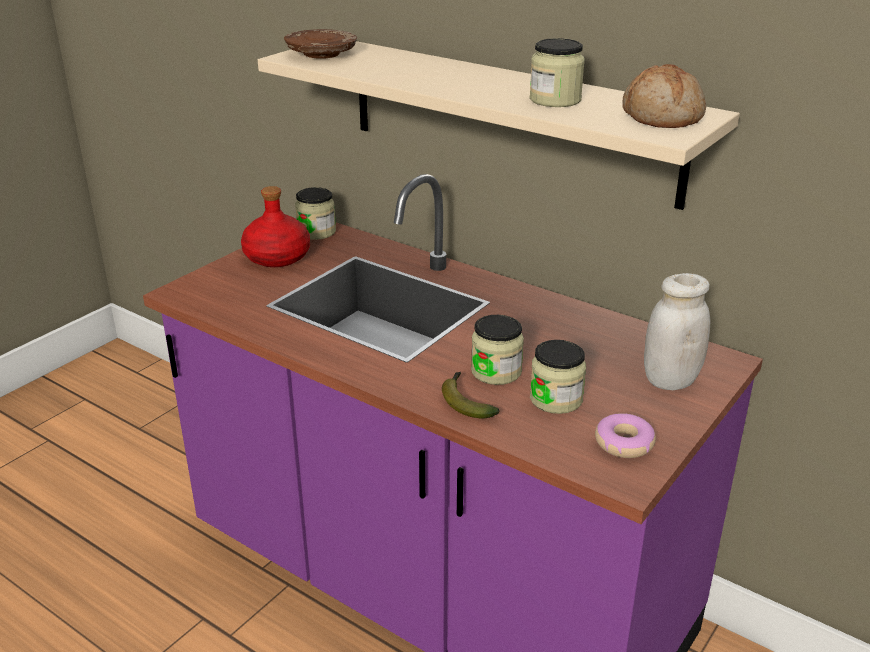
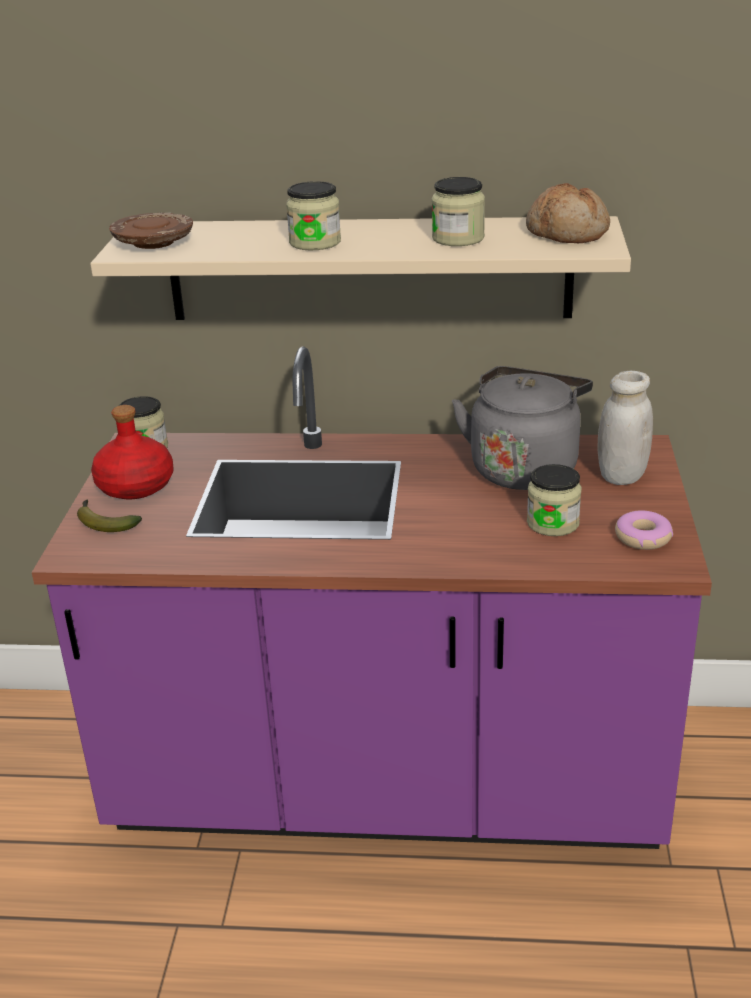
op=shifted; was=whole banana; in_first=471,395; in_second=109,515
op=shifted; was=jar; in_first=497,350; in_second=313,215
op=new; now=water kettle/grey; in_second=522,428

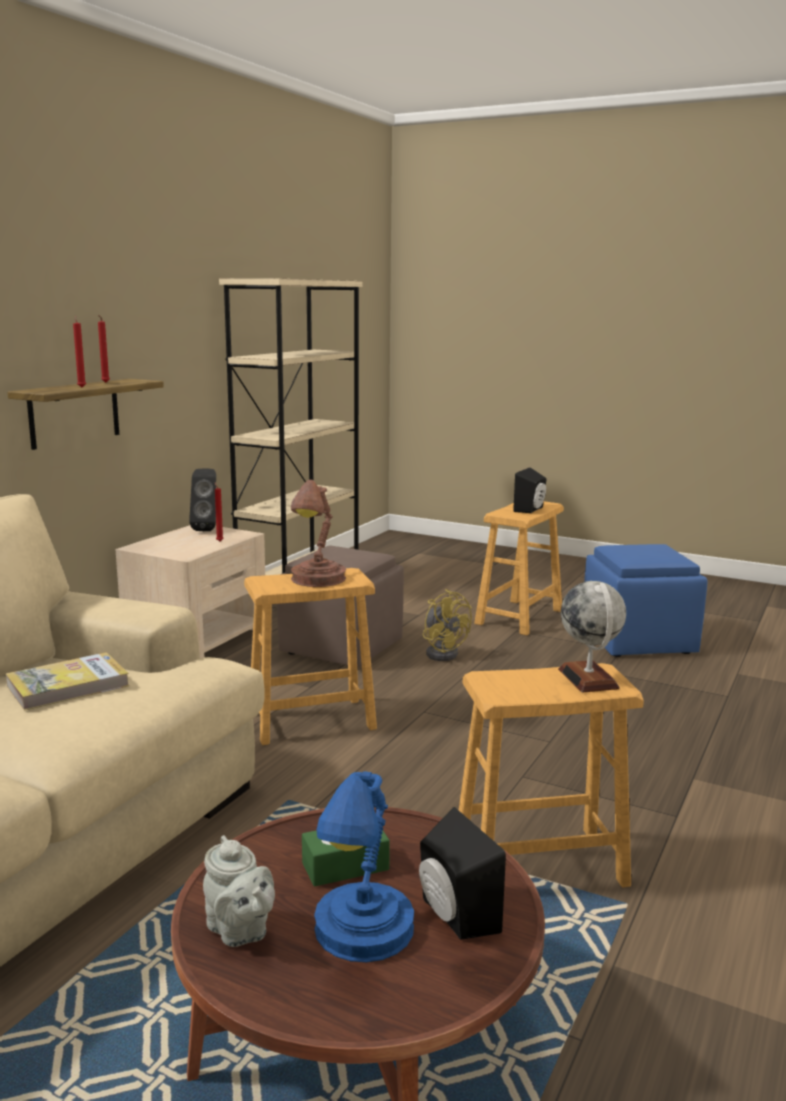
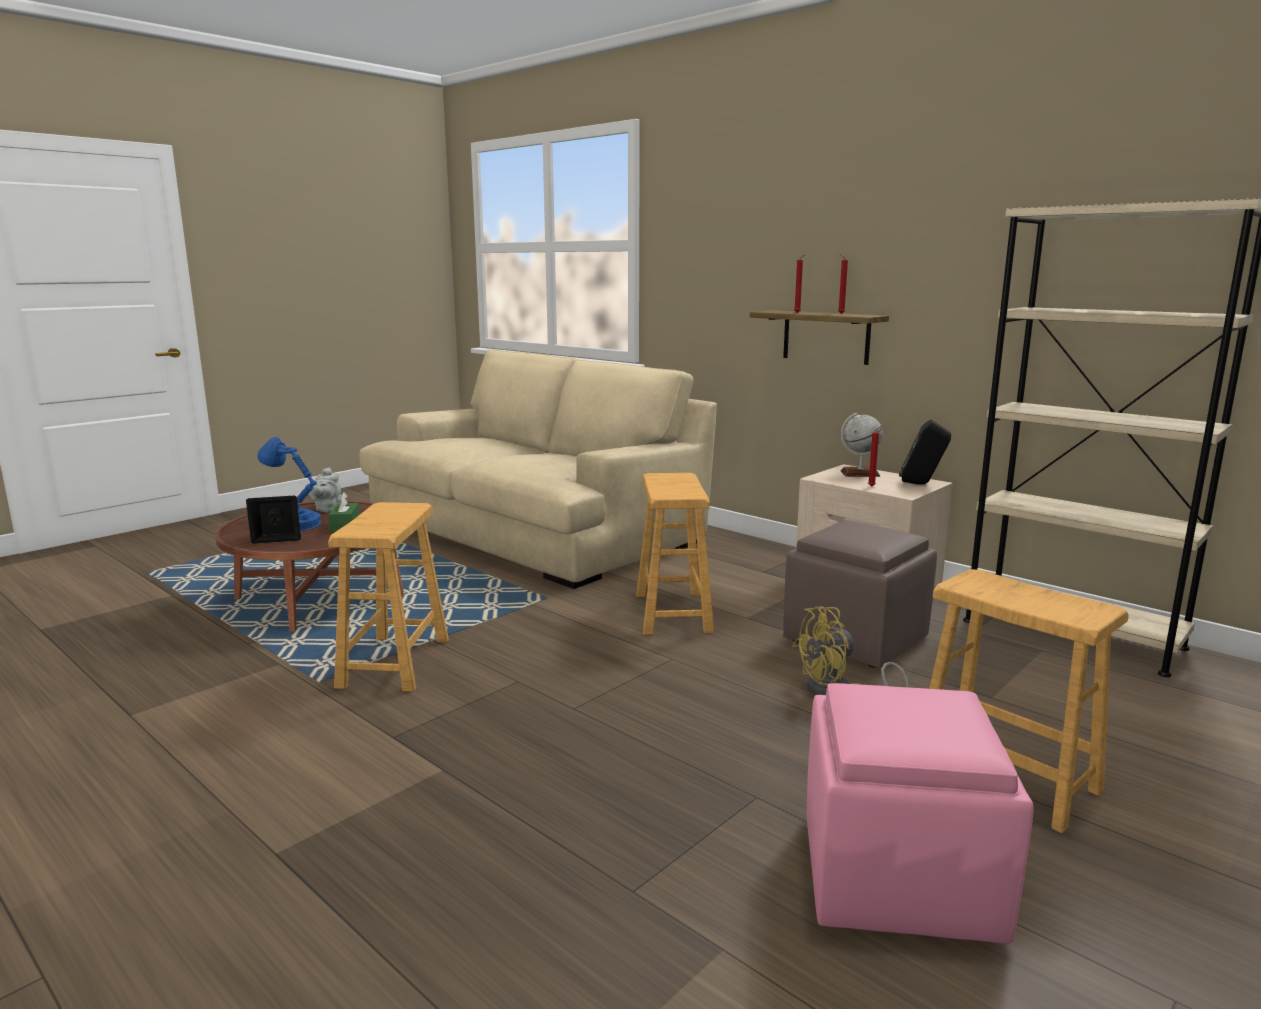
op=gone; was=volume; in_first=67,681
op=rotated; was=pot for tea/grey; in_first=239,891; in_second=325,489; clockwise=-60
op=gone; was=table lamp/brownish; in_first=318,533
op=gone; was=audio speaker/blackish; in_first=530,490
op=shifted; was=globe; in_first=592,637; in_second=862,445
op=repainted; was=pouffe/blue; now=pouffe/pink; in_first=646,600; in_second=920,813

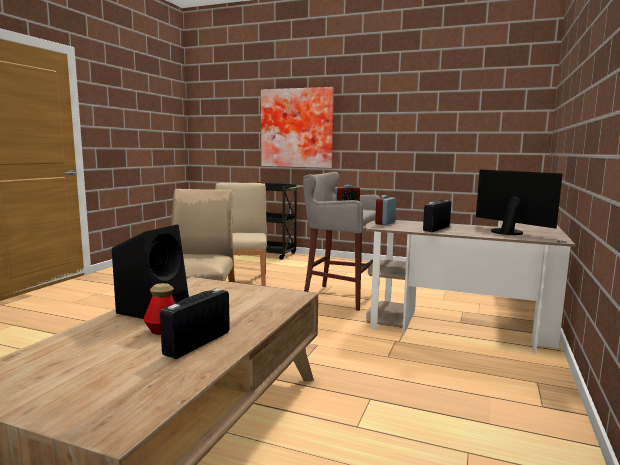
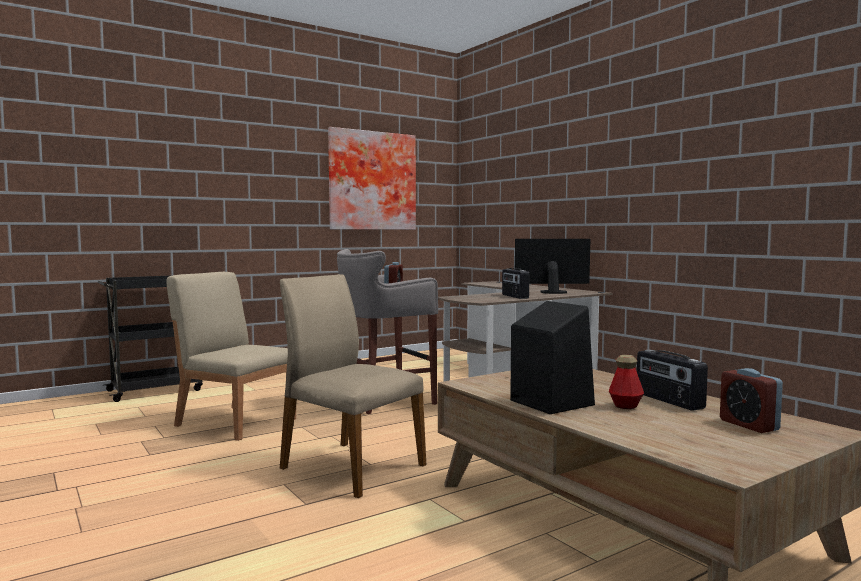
op=shifted; was=wall picture; in_first=297,127; in_second=372,178
op=shifted; was=table clock; in_first=385,210; in_second=751,400

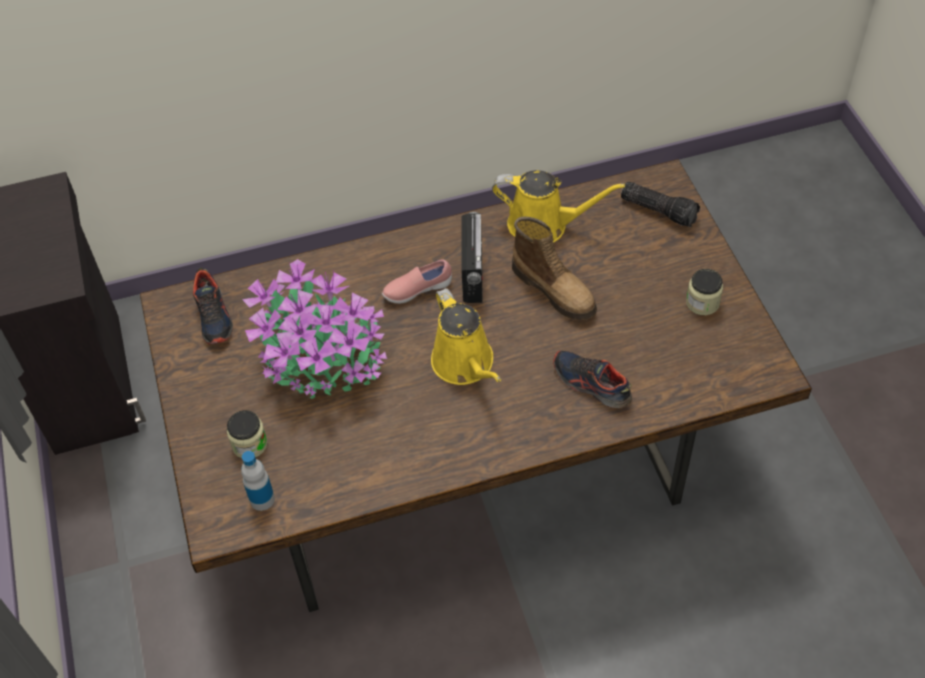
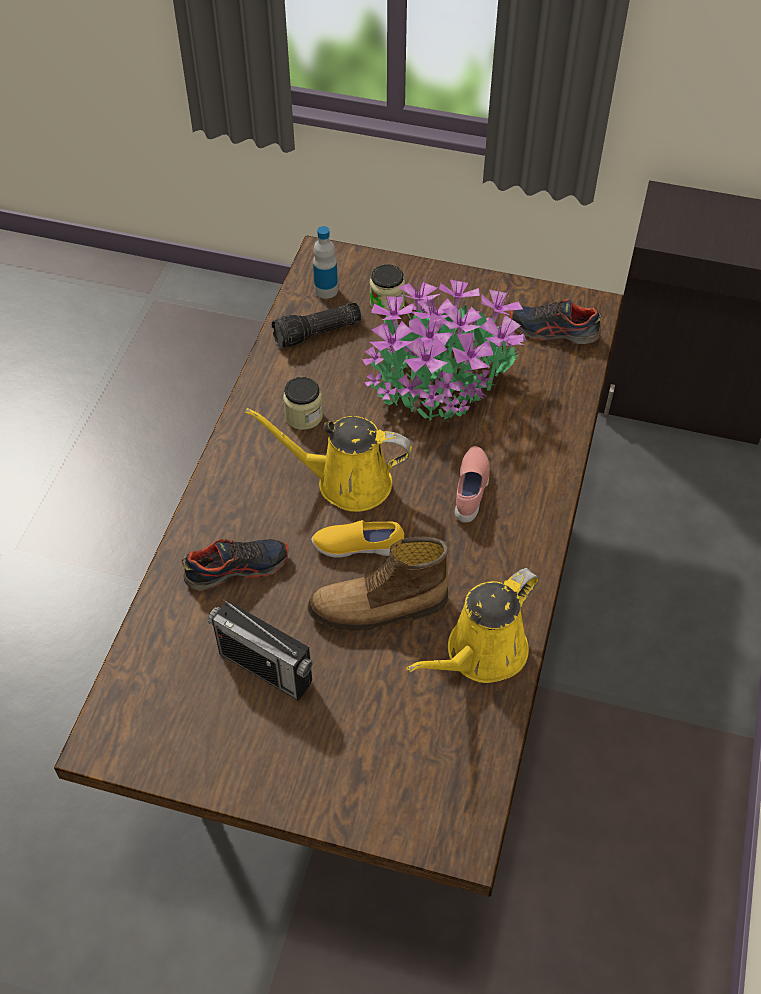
op=shifted; was=radio receiver; in_first=472,257; in_second=260,650
op=shifted; was=torch; in_first=660,204; in_second=316,325
op=shifted; was=jar; in_first=704,292; in_second=303,403
op=new; now=low shoe/yellowish; in_second=357,539

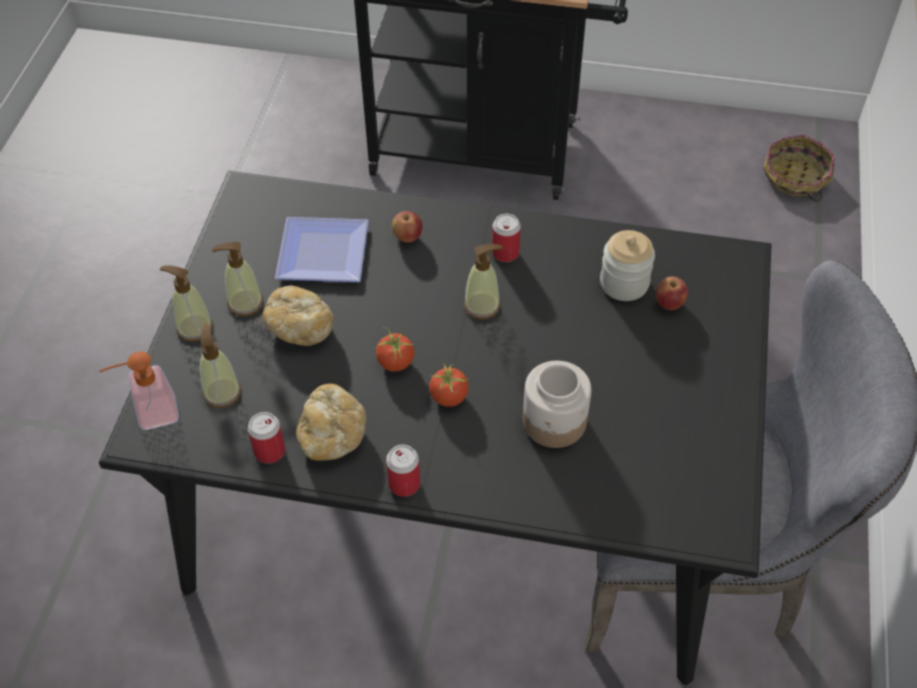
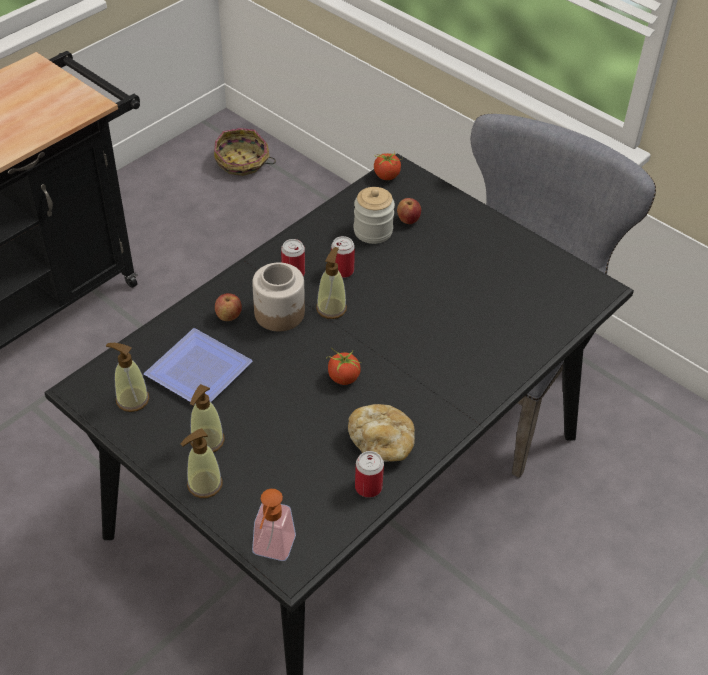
op=shifted; was=liquid soap bottle; in_first=220,365; in_second=127,377
op=gone; was=baked bread; in_first=298,315
op=shifted; was=sealed can; in_first=403,471; in_second=343,257
op=shifted; was=fresh tomato; in_first=449,384; in_second=388,165
op=shifted; was=jar; in_first=557,404; in_second=278,297

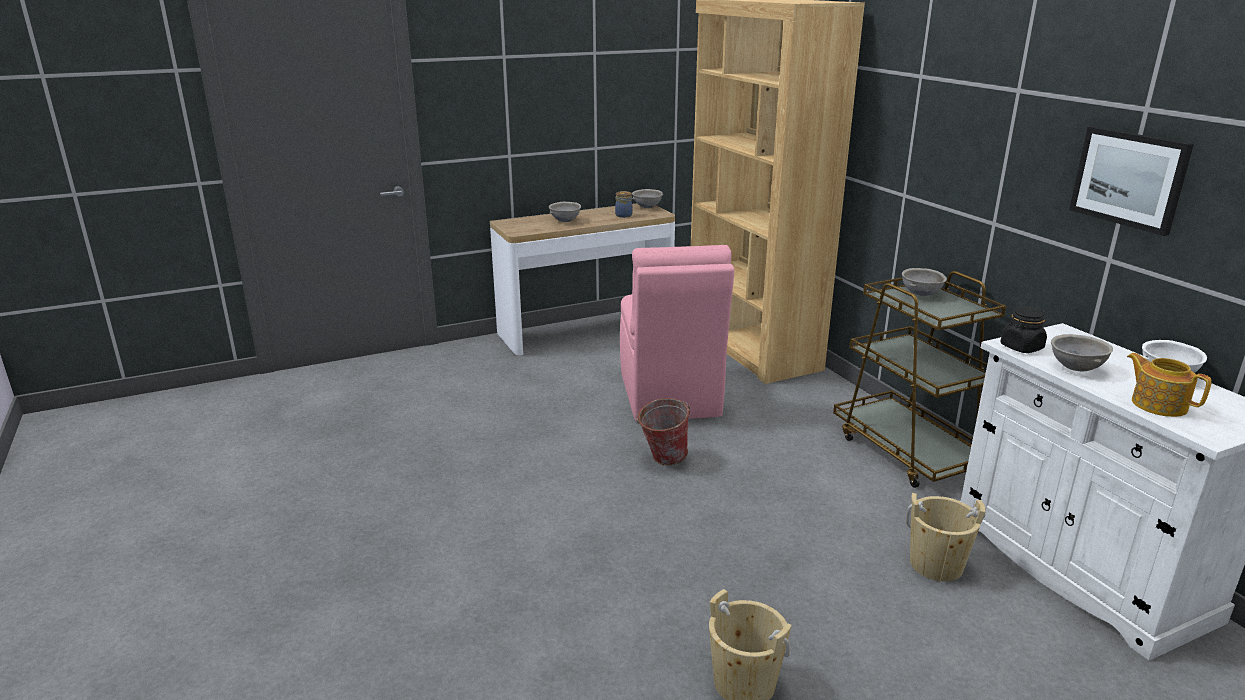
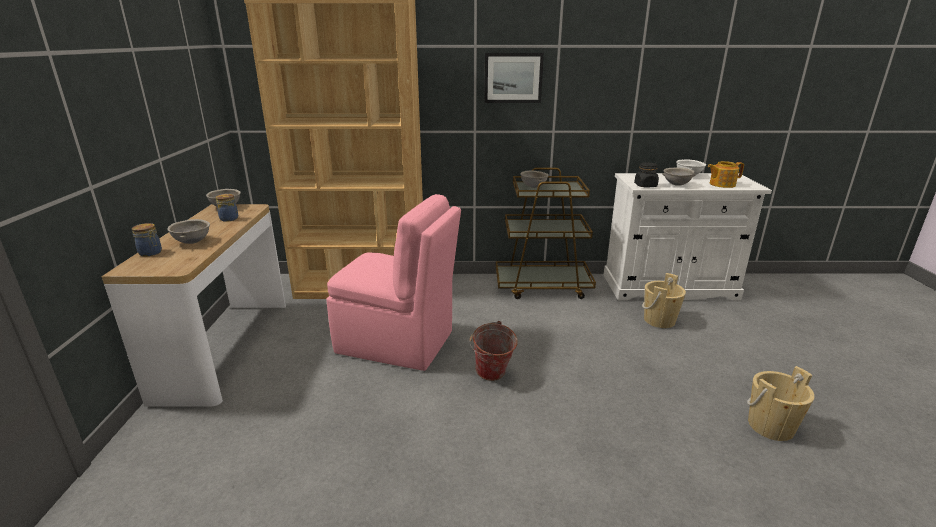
op=shifted; was=wall picture; in_first=1131,181; in_second=514,78
op=new; now=jar; in_second=147,240

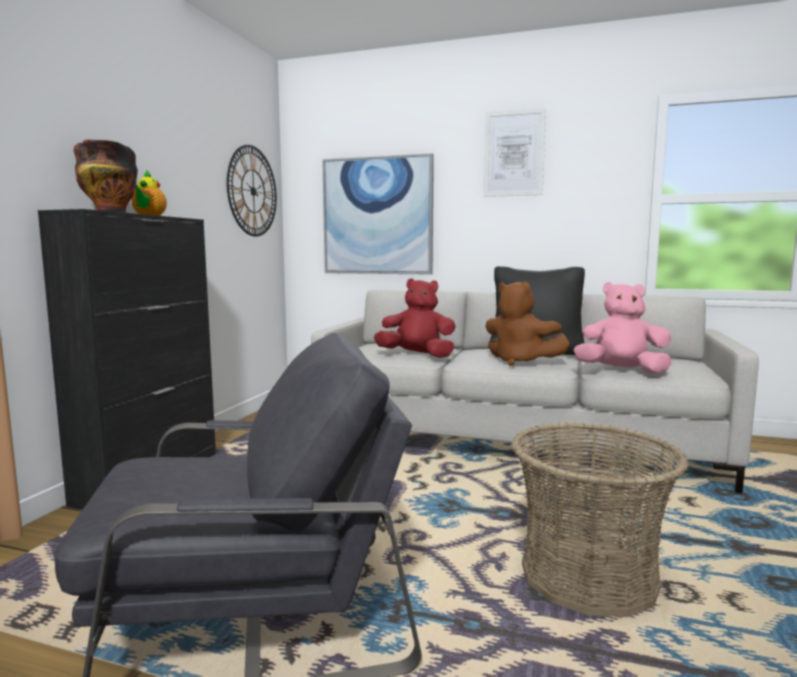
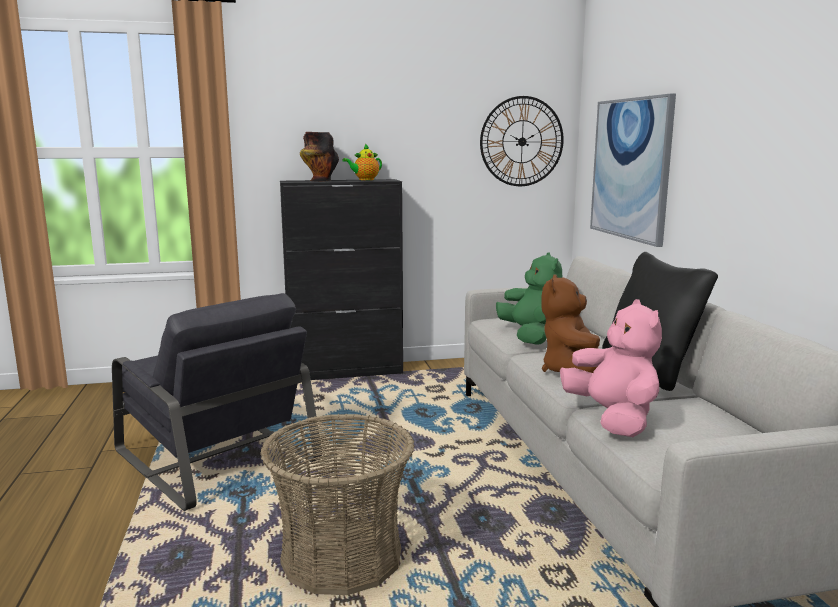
op=repainted; was=soft toy/reddish; now=soft toy/green-coloured; in_first=415,318; in_second=529,298
op=gone; was=wall picture; in_first=514,152

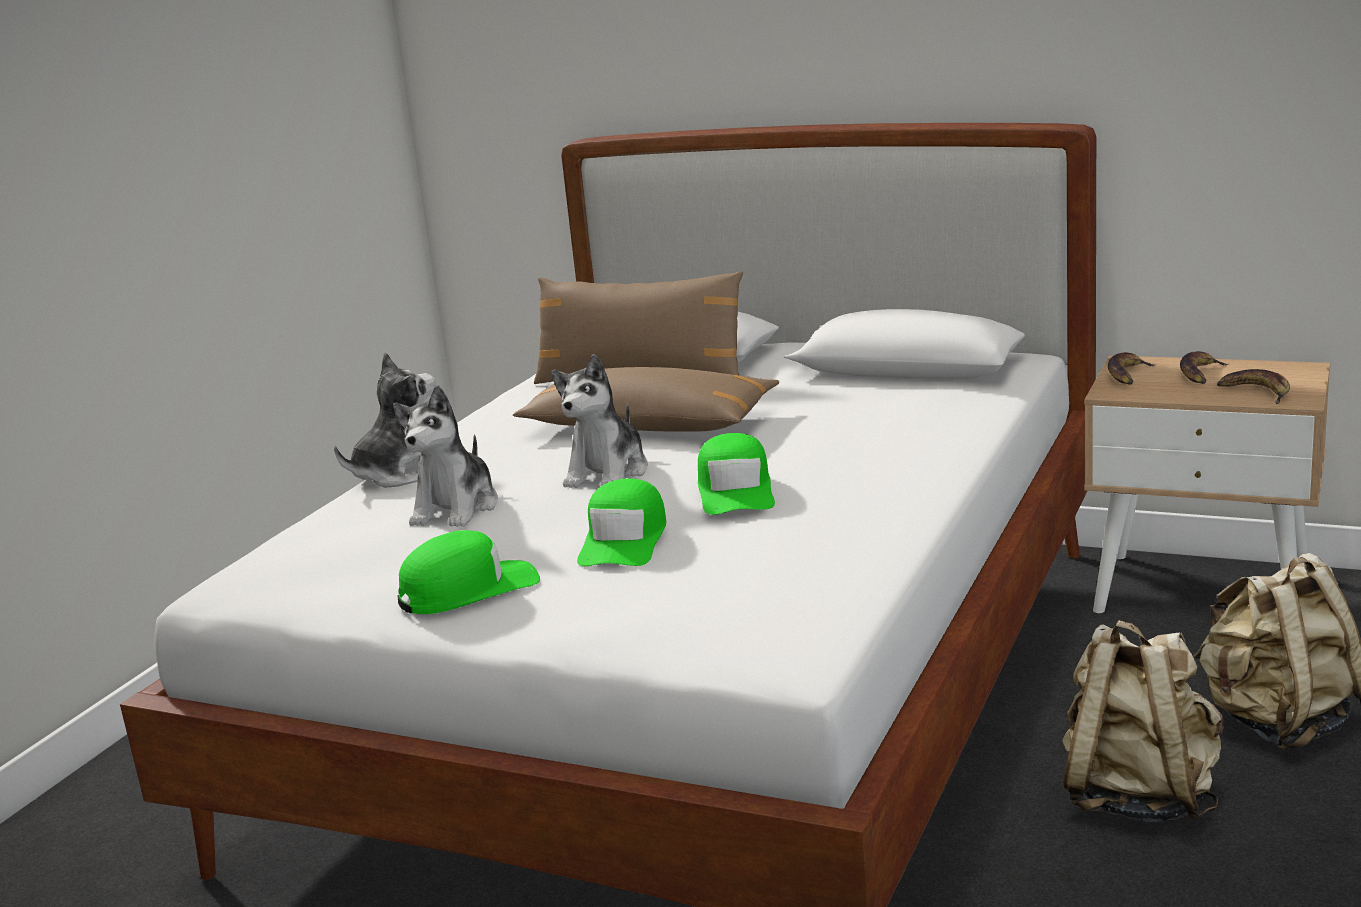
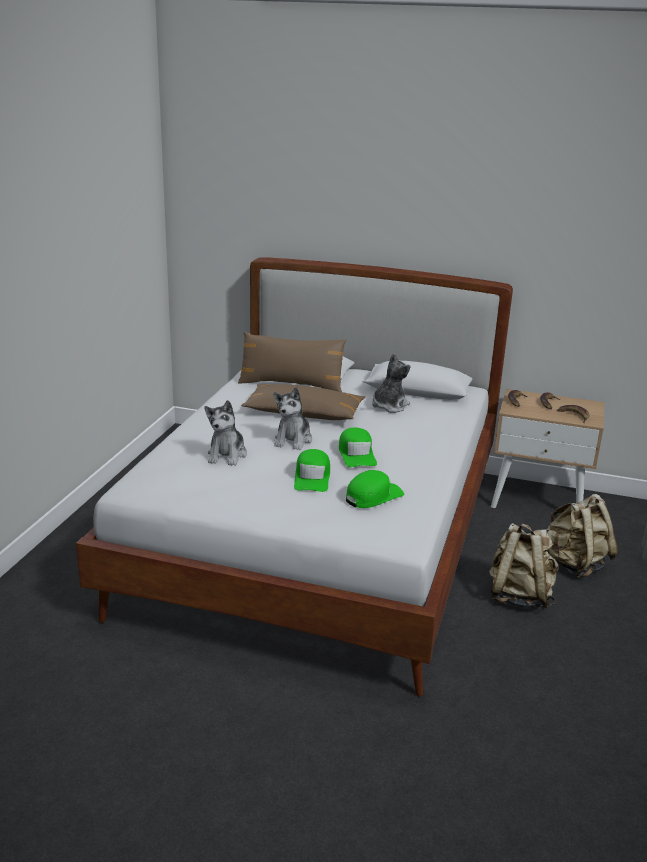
op=shifted; was=soft toy; in_first=385,420; in_second=391,383
op=shifted; was=peaked cap/green-coloured; in_first=468,572; in_second=375,489

